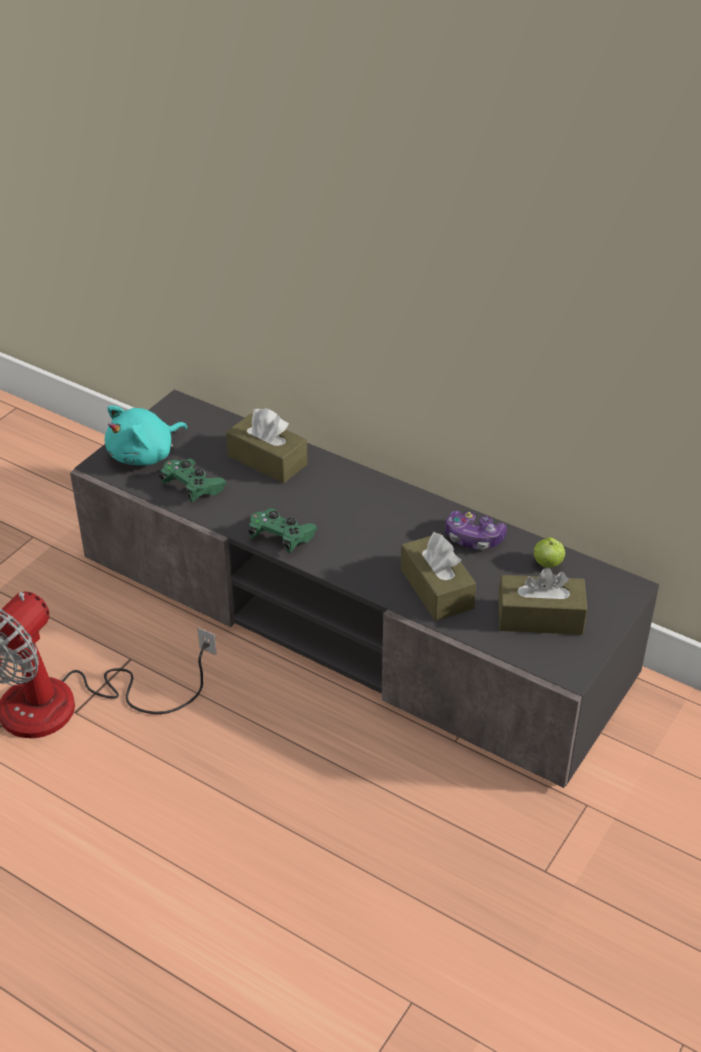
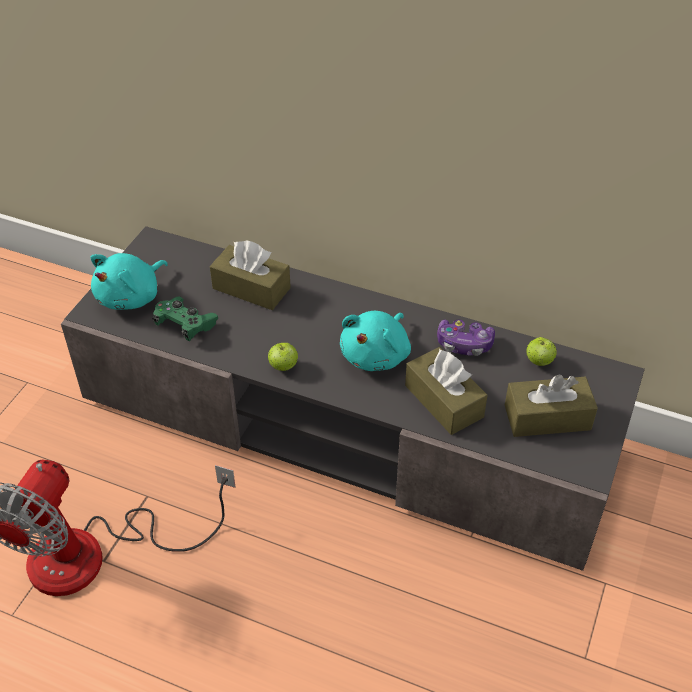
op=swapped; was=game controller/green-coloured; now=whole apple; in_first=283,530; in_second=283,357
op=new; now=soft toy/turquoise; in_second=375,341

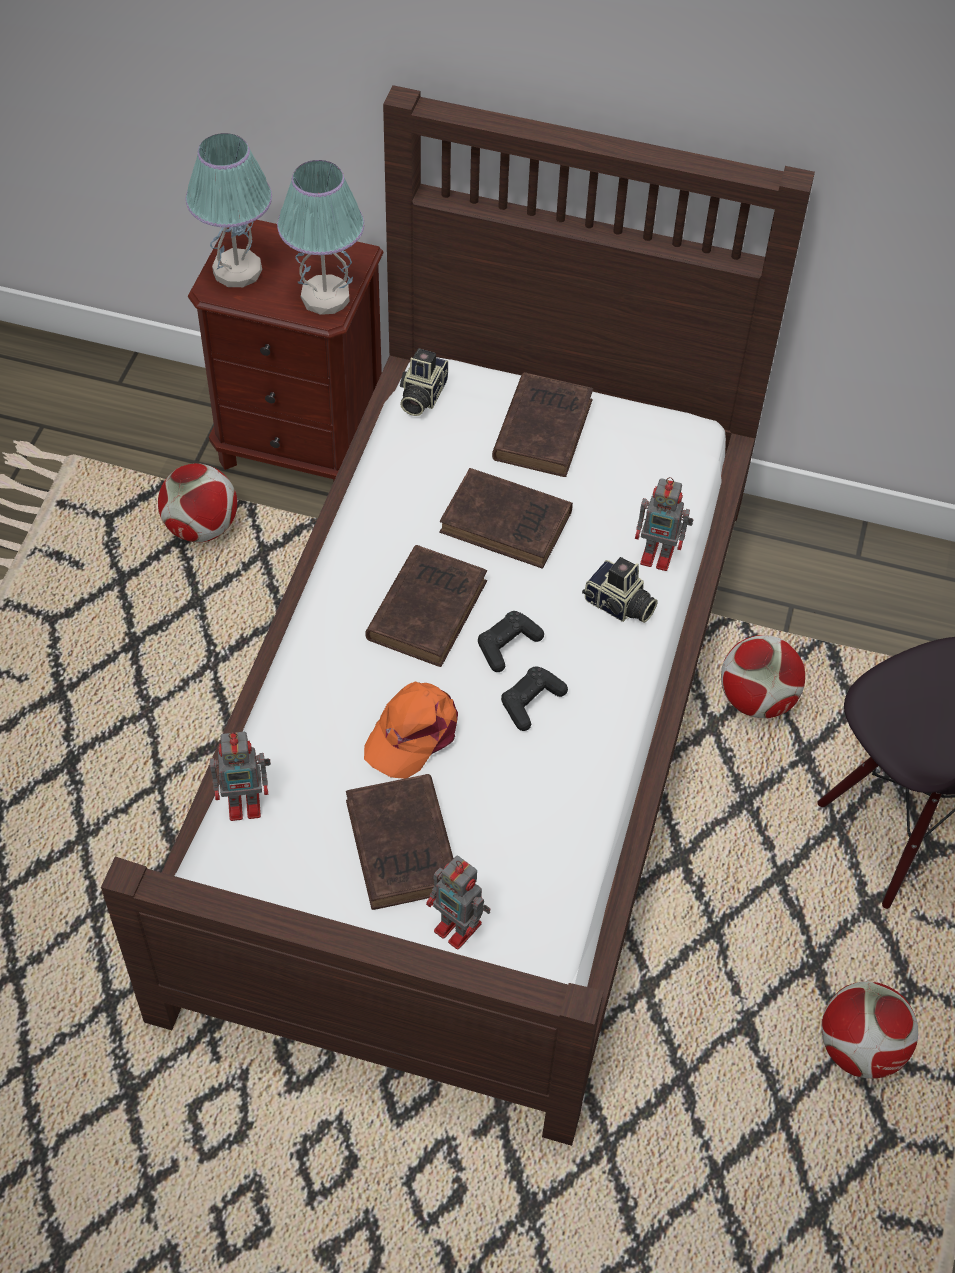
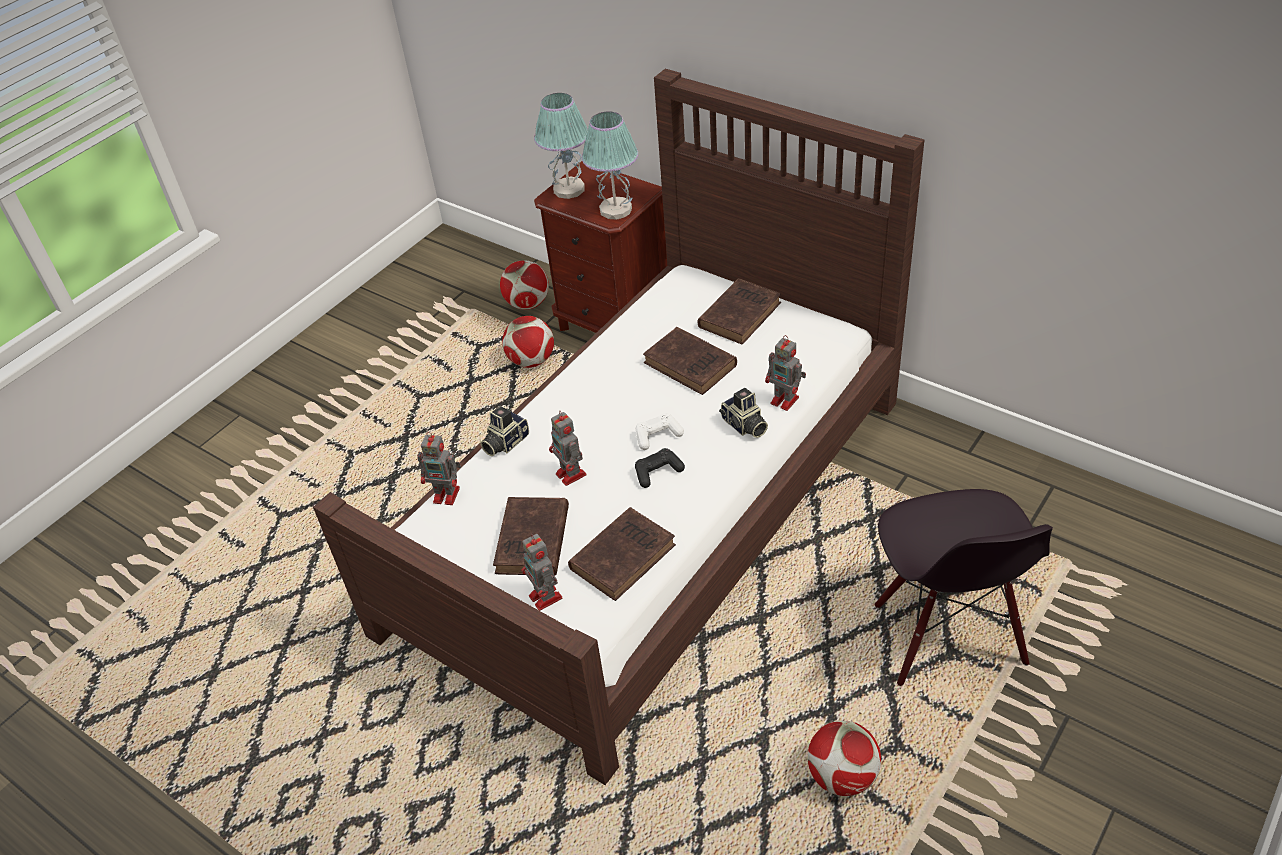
op=swapped; was=peaked cap/orangey; now=model robot; in_first=411,730; in_second=567,448
op=shifted; was=volume/brownish; in_first=426,606; in_second=622,554
op=shifted; was=photo camera; in_first=424,382; in_second=504,431
op=repainted; was=game controller/blackish; now=game controller/whitish; in_first=511,641; in_second=660,431
op=shifted; was=ball for football; in_first=763,676; in_second=524,284

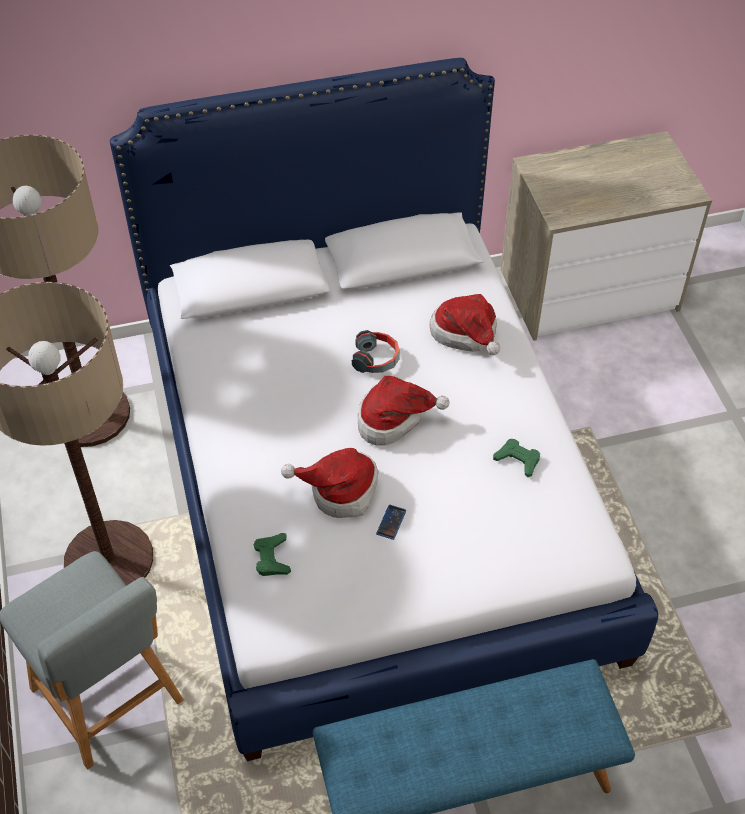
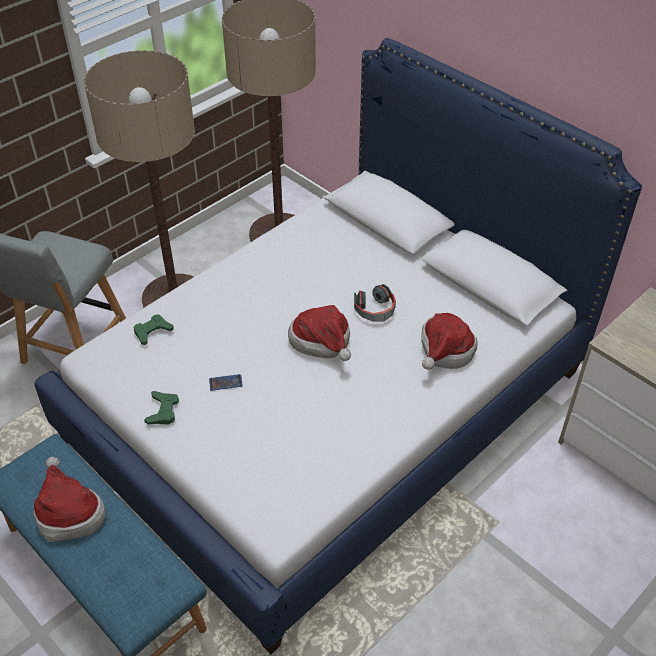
op=shifted; was=hat; in_first=329,483; in_second=70,499
op=shifted; was=game controller/green-coloured; in_first=516,458; in_second=161,407

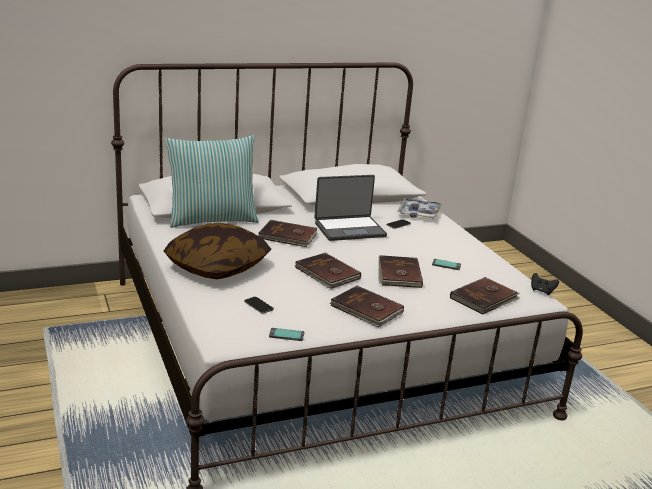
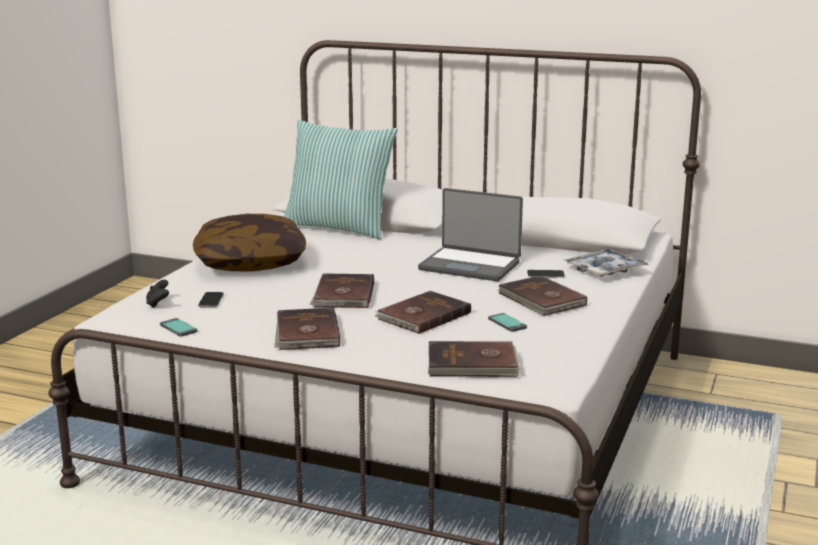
op=shifted; was=volume/brownish; in_first=288,233; in_second=542,295
op=shifted; was=game controller/blackish; in_first=545,284; in_second=157,294

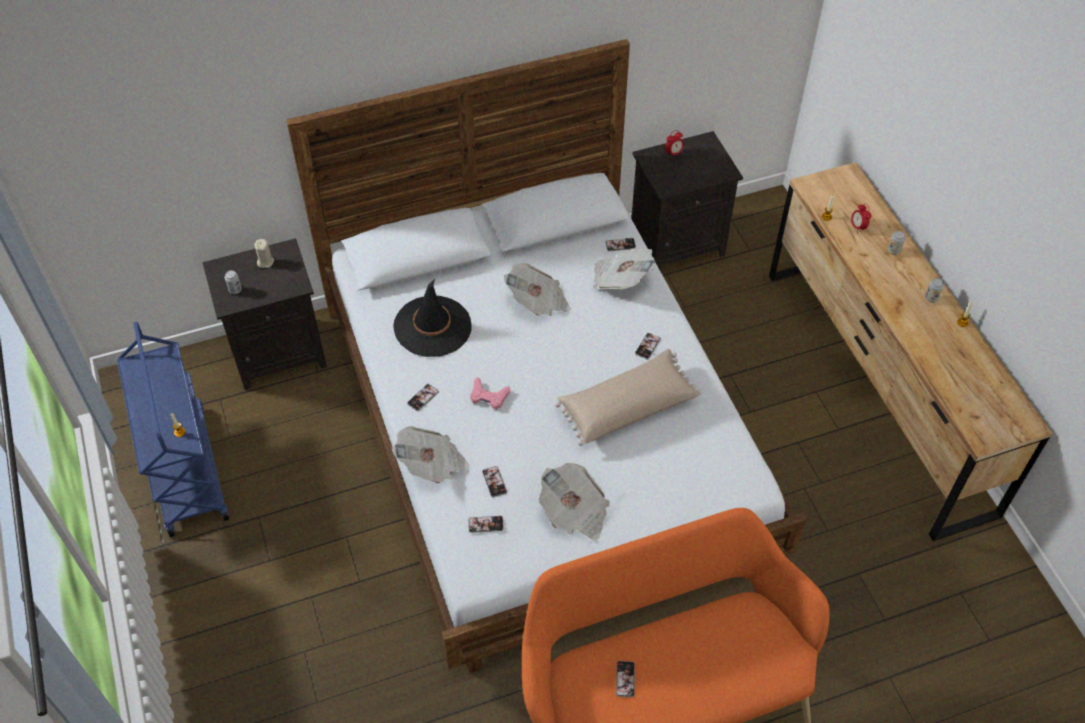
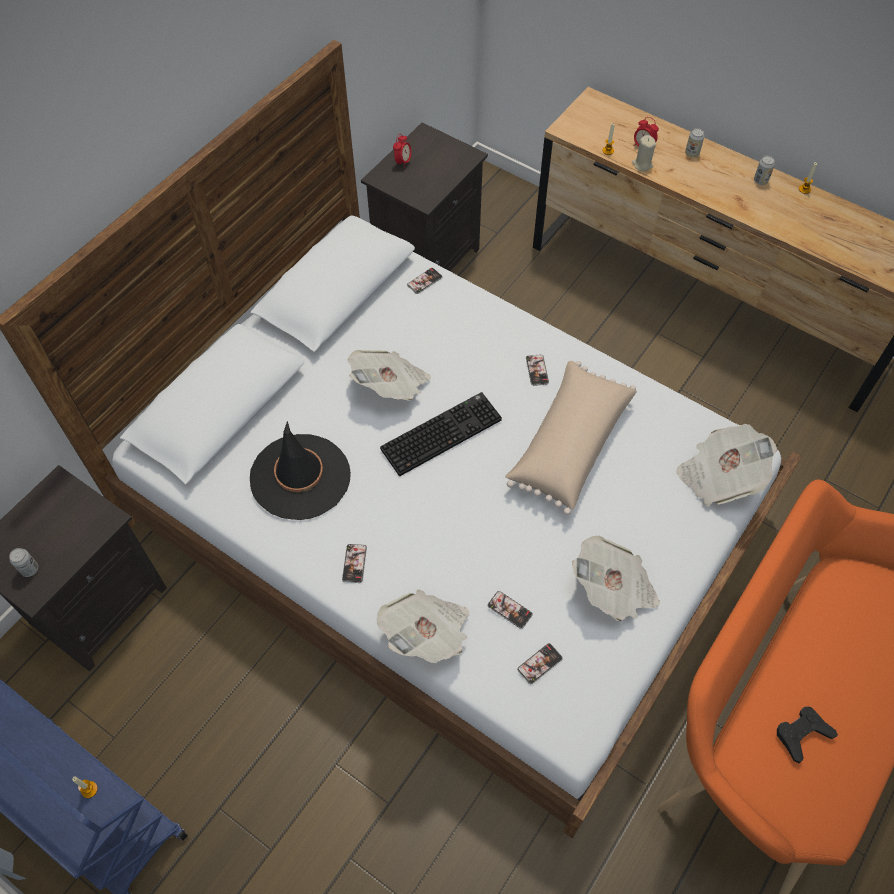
op=shifted; was=wax light/beige; in_first=264,253; in_second=644,153
op=gone; was=game controller/pink; in_first=490,393
op=shifted; was=daily paper; in_first=624,269; in_second=726,465
op=swapped; was=phone; now=game controller/blackish; in_first=625,679; in_second=807,734
op=new; now=PC keyboard; in_second=441,434

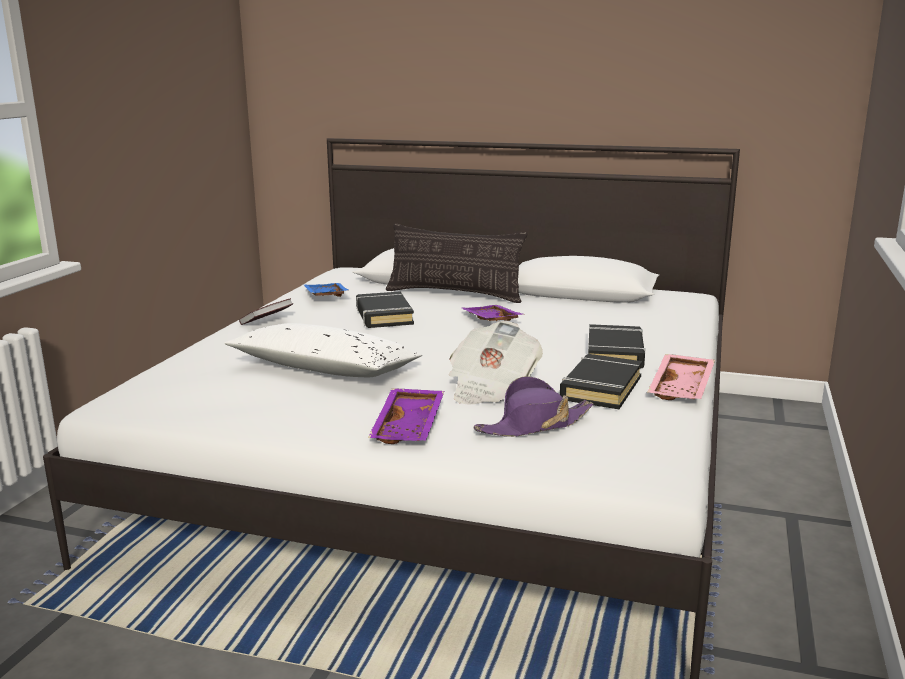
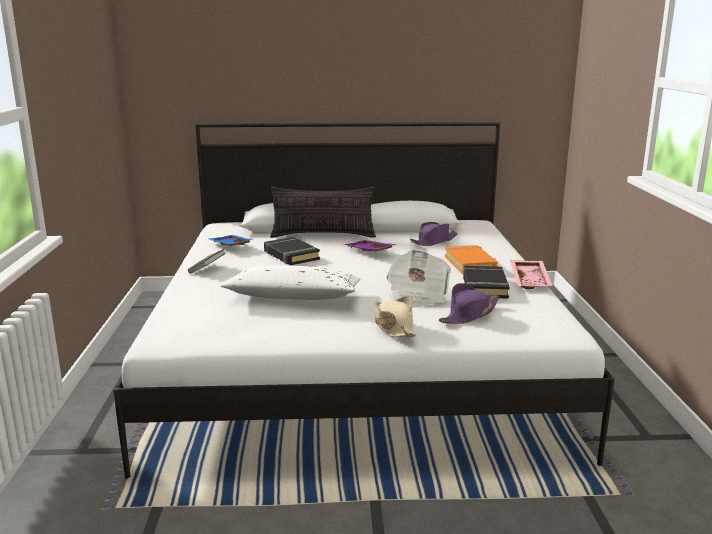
op=swapped; was=carrying tray/purple-coloured; now=hat/beige; in_first=406,416; in_second=395,317
op=repainted; was=volume/blackish; now=volume/orangey; in_first=616,346; in_second=471,259
op=new; now=hat/purple-coloured; in_second=434,234

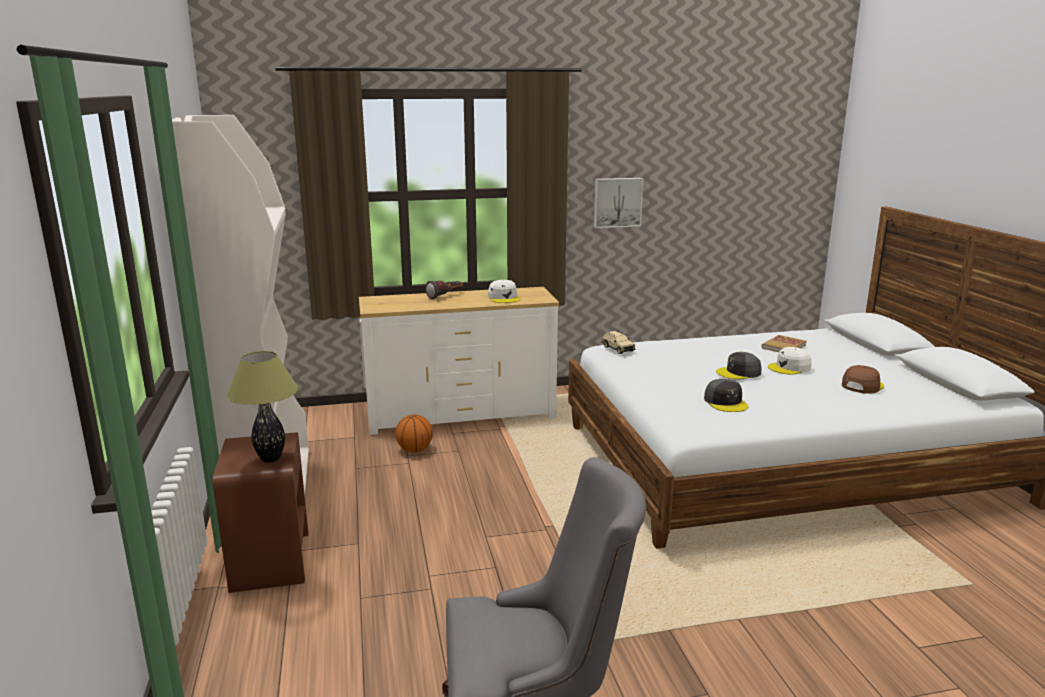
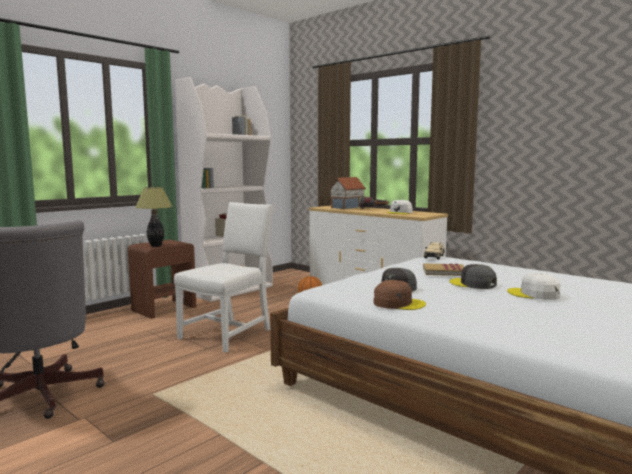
op=gone; was=wall picture; in_first=618,203
op=shifted; was=volume; in_first=783,343; in_second=443,269
op=shifted; was=peaked cap/brownish; in_first=863,379; in_second=399,295
op=new; now=plain chair/whitish; in_second=224,277
op=new; now=toy house; in_second=347,193

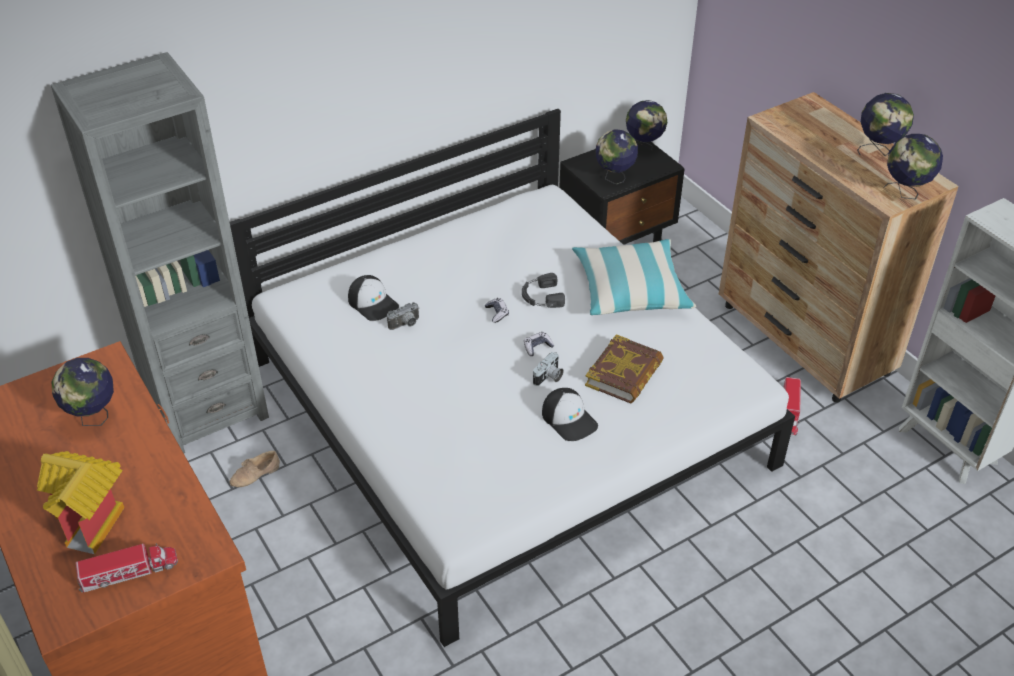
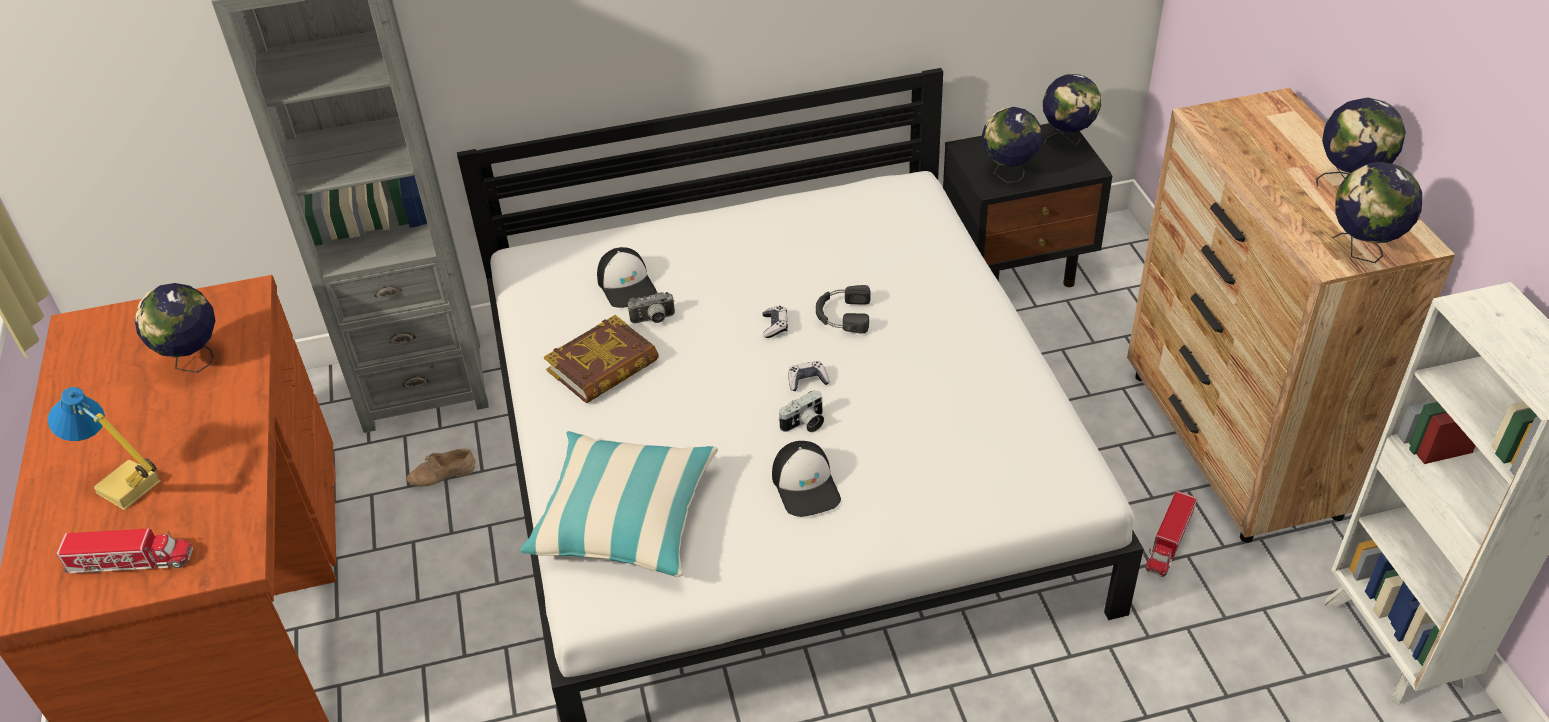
op=swapped; was=toy house; now=table lamp; in_first=80,502; in_second=104,448
op=shifted; was=pillow; in_first=634,277; in_second=619,504
op=shifted; was=volume; in_first=624,368; in_second=601,359

